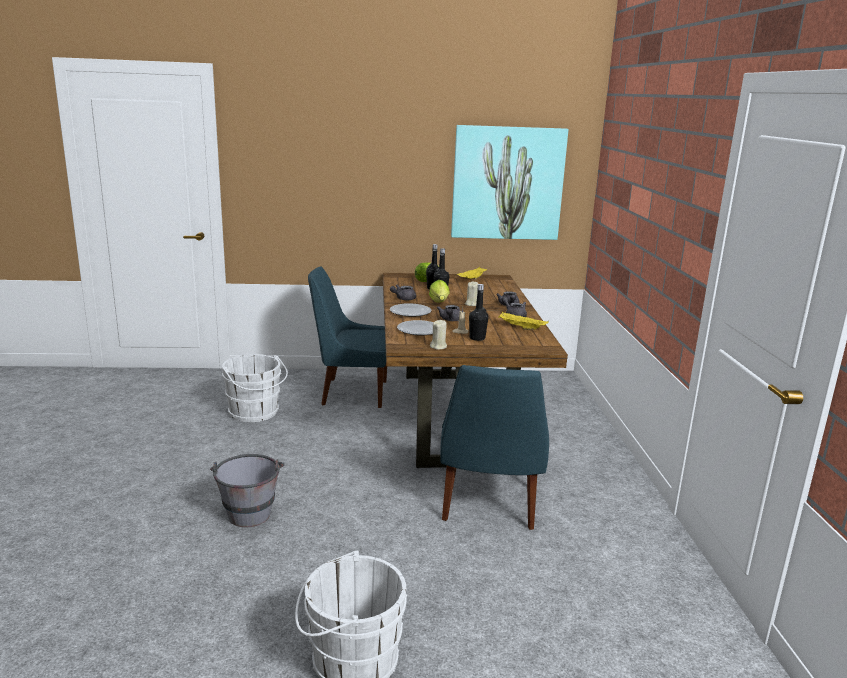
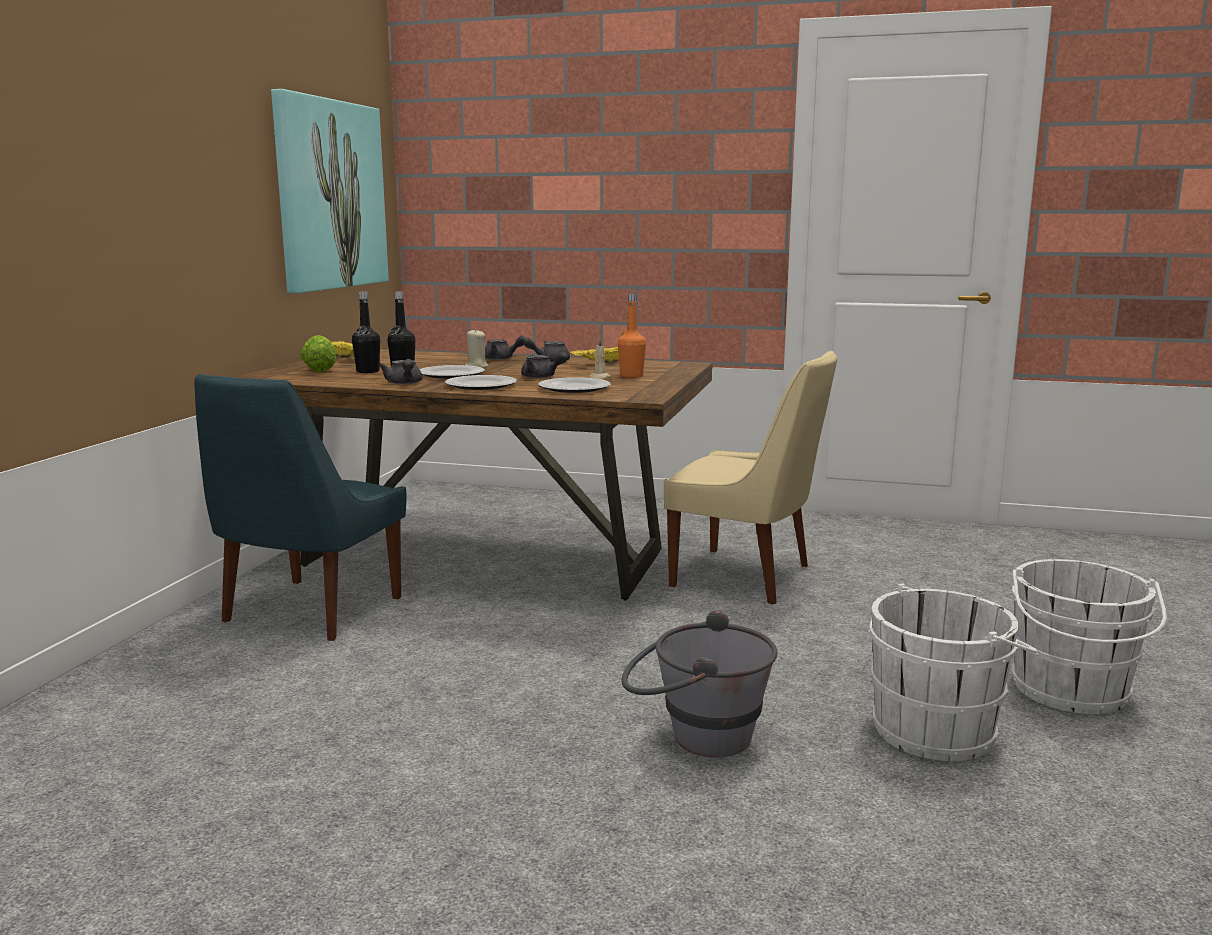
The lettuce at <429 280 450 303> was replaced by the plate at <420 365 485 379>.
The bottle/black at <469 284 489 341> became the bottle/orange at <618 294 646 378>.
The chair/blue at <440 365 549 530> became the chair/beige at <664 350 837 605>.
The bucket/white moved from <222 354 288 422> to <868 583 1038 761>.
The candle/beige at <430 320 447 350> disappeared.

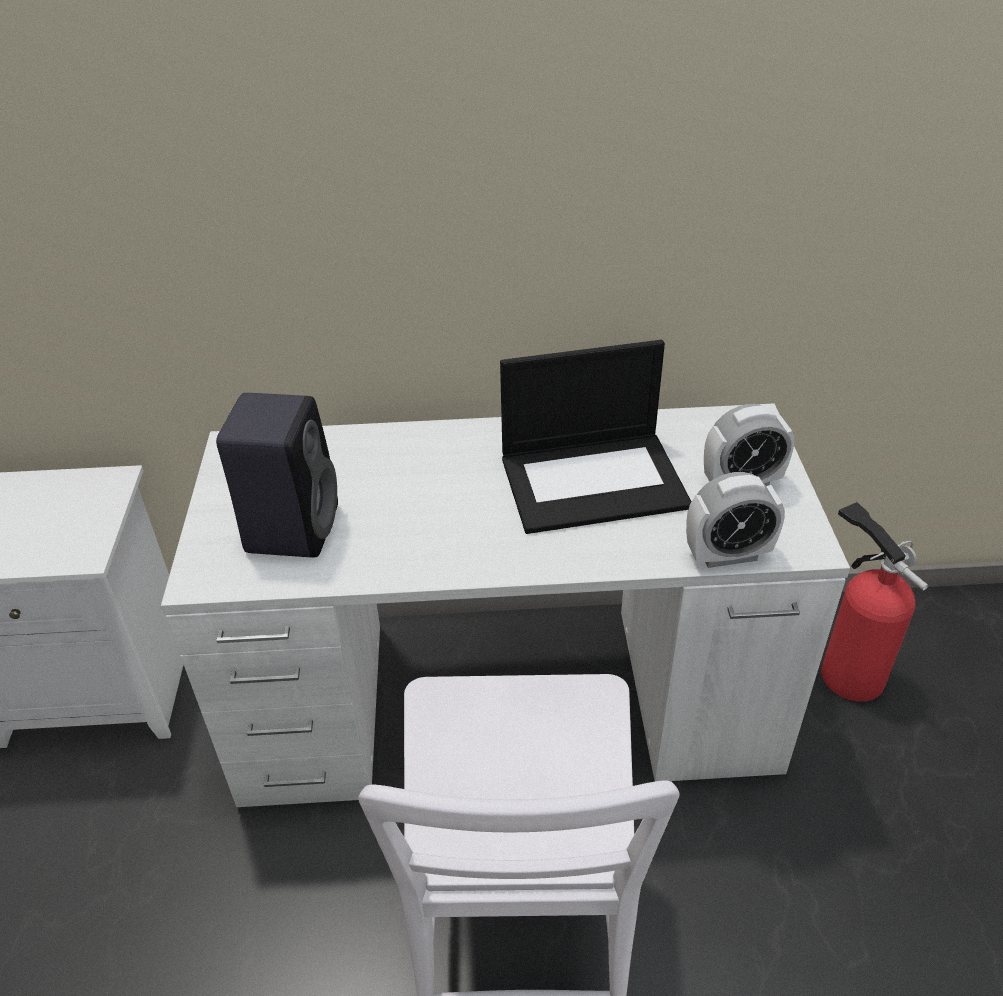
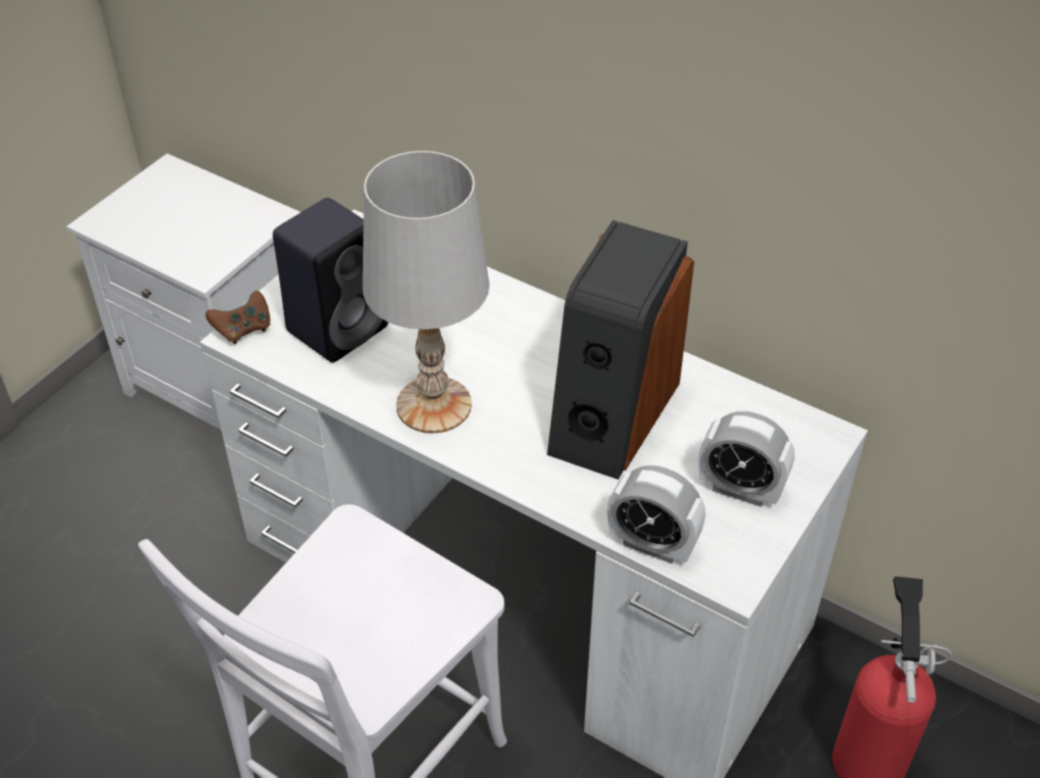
The game controller/brown at <205 291 270 344> appeared.
The table lamp/white at <363 151 490 433> appeared.
The laptop at <500 340 692 534> was replaced by the speaker at <547 220 694 480>.

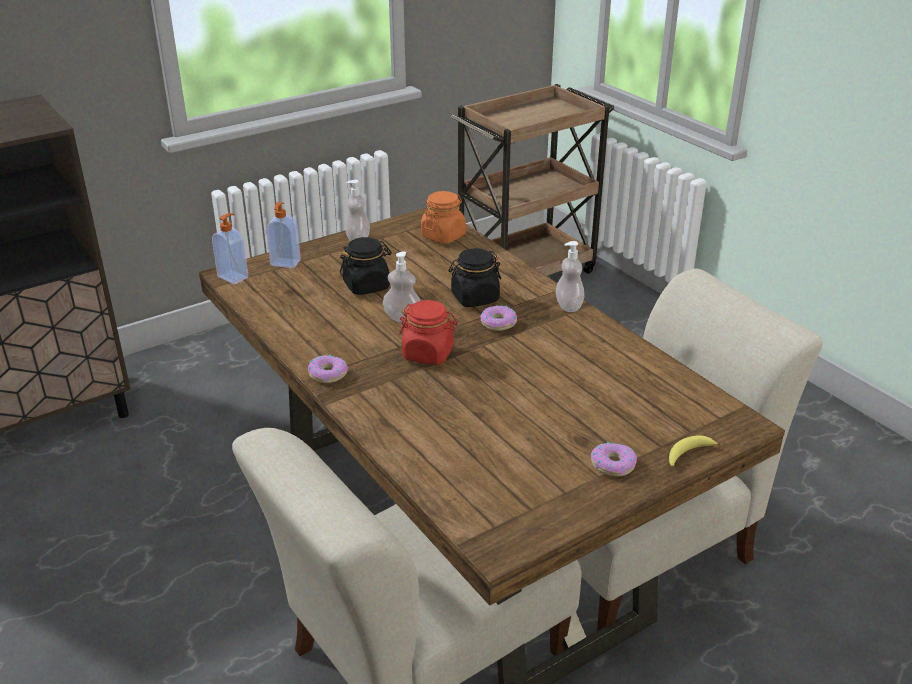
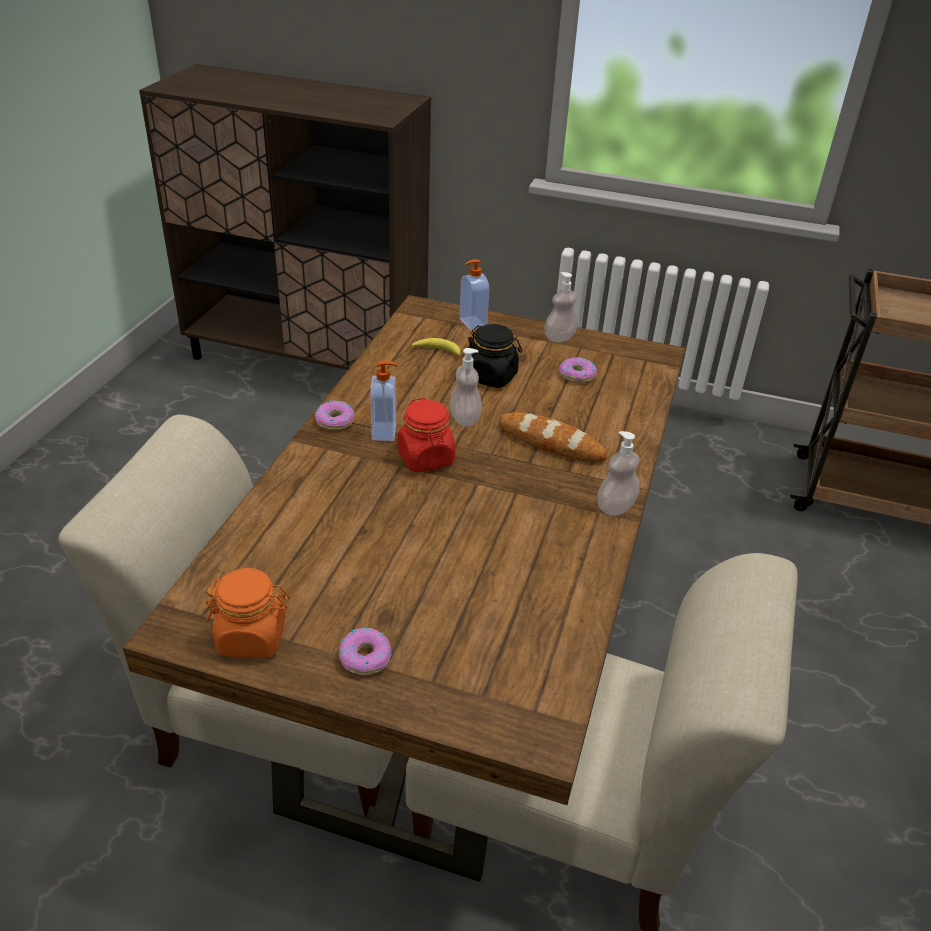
The jar/orange moved from <421 191 466 244> to <206 568 290 658>.
The soap dispenser moved from <212 213 248 284> to <370 360 398 441>.
The banana moved from <669 435 721 467> to <412 338 461 357>.
The jar/black at <448 248 501 307> was replaced by the bread at <498 412 608 462>.
The donut moved from <480 305 517 331> to <560 357 597 383>.

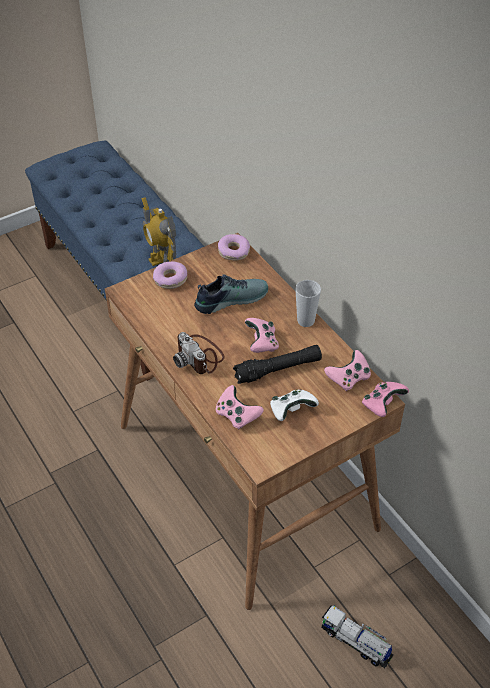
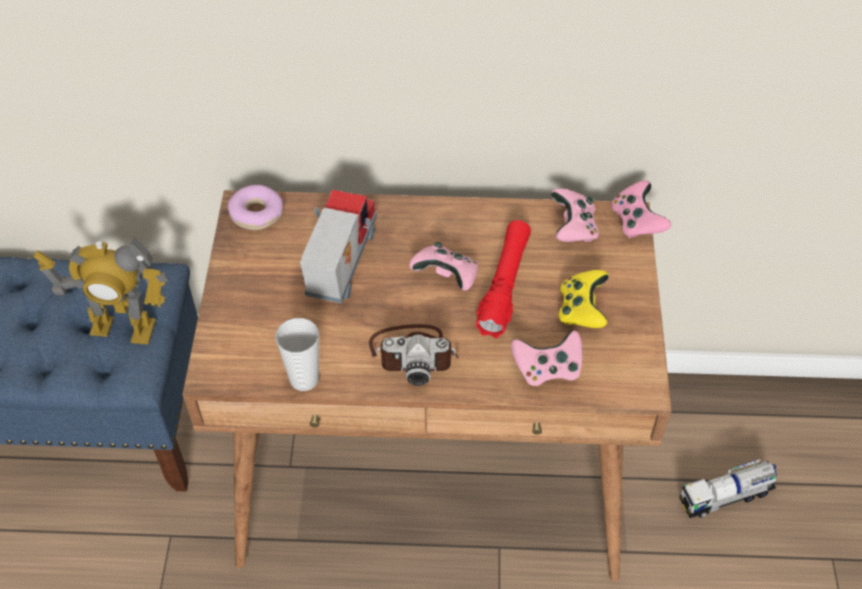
The cup moved from <295 280 321 327> to <275 318 319 391>.
The shoe at <194 274 268 314> was replaced by the toy truck at <300 189 377 304>.
The flashlight/black at <233 345 322 384> became the flashlight/red at <475 220 531 338>.
The game controller/white at <270 389 319 421> became the game controller/yellow at <559 270 609 328>.
The donut at <153 262 187 289> disappeared.

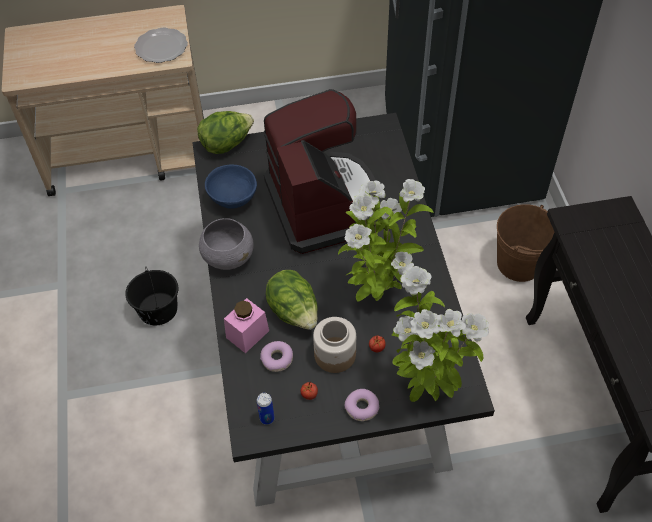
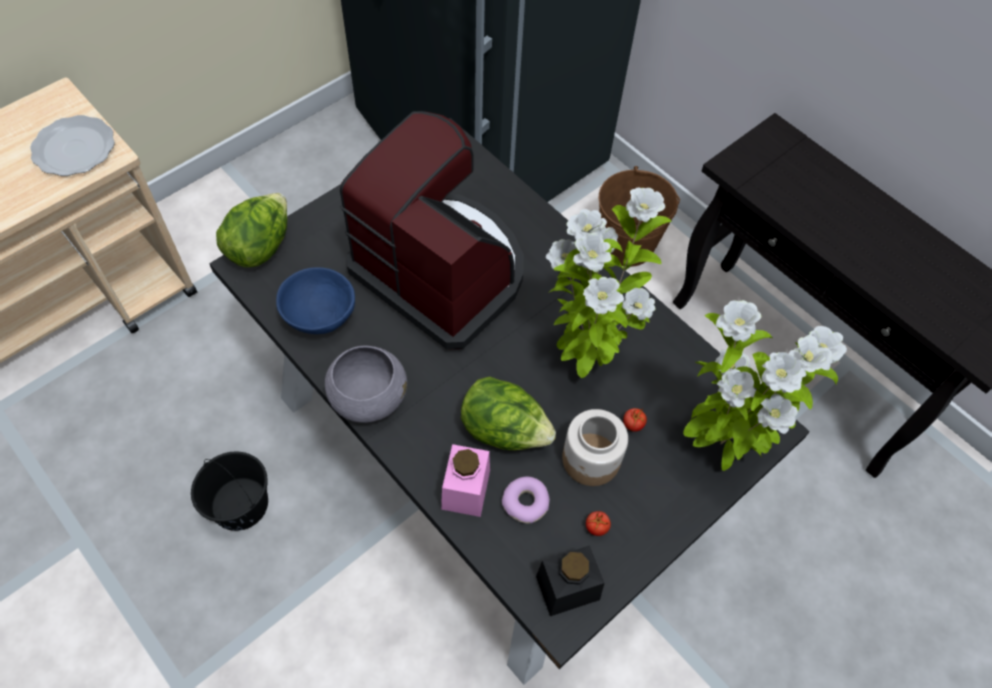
The can at <257 393 275 425> was replaced by the jar/black at <536 545 604 616>.
The donut at <345 389 379 421> disappeared.

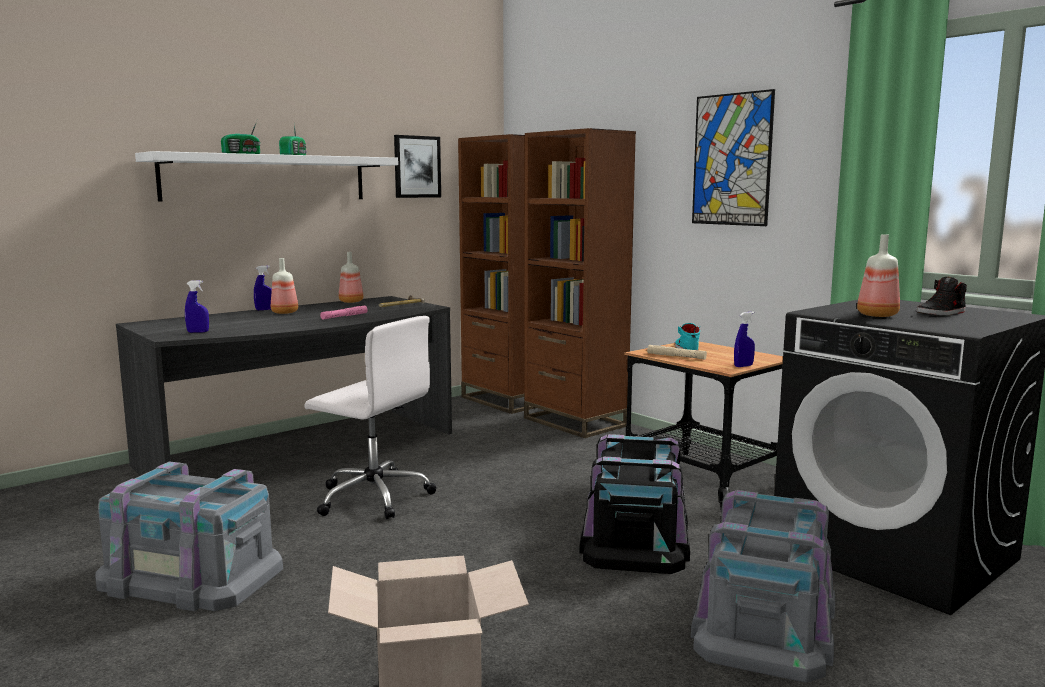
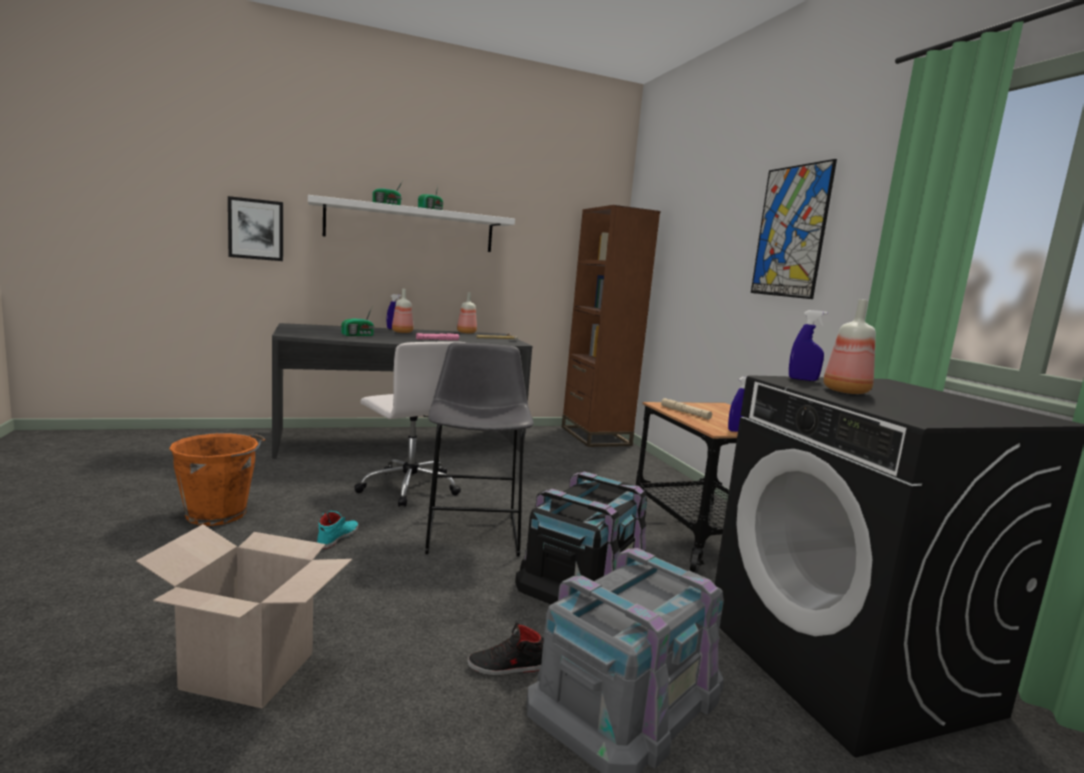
The storage box/grey at <95 461 283 611> was replaced by the bucket/orange at <169 433 266 526>.
The picture moved from <394 135 441 198> to <228 196 283 261>.
The shoe/turquoise moved from <675 323 700 350> to <317 511 359 549>.
The radio at <342 307 374 336> appeared.
The stool/grey at <425 342 534 557> appeared.
The shoe/black moved from <916 277 967 316> to <467 622 544 676>.
The spray bottle/blue moved from <185 280 209 333> to <789 310 827 381>.
The bookcase/brown at <524 128 636 438> disappeared.

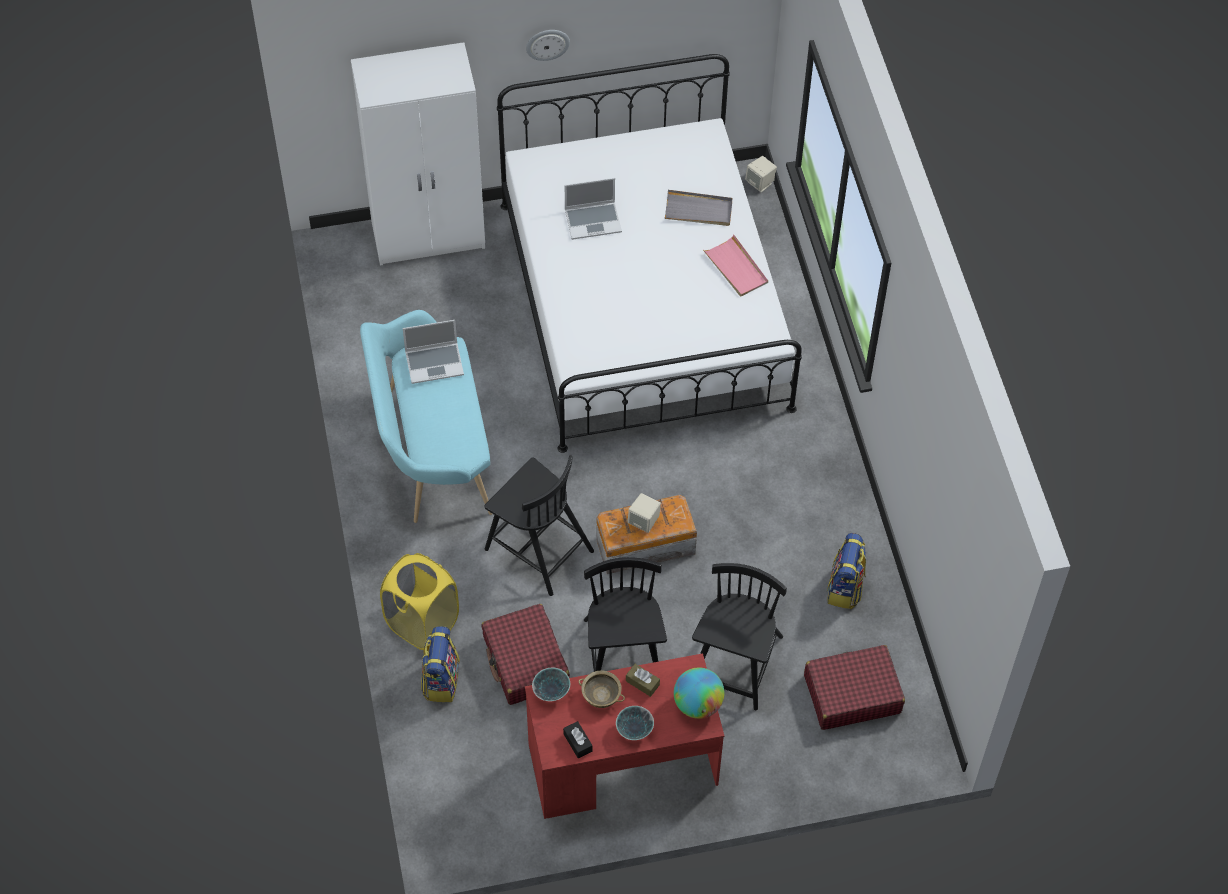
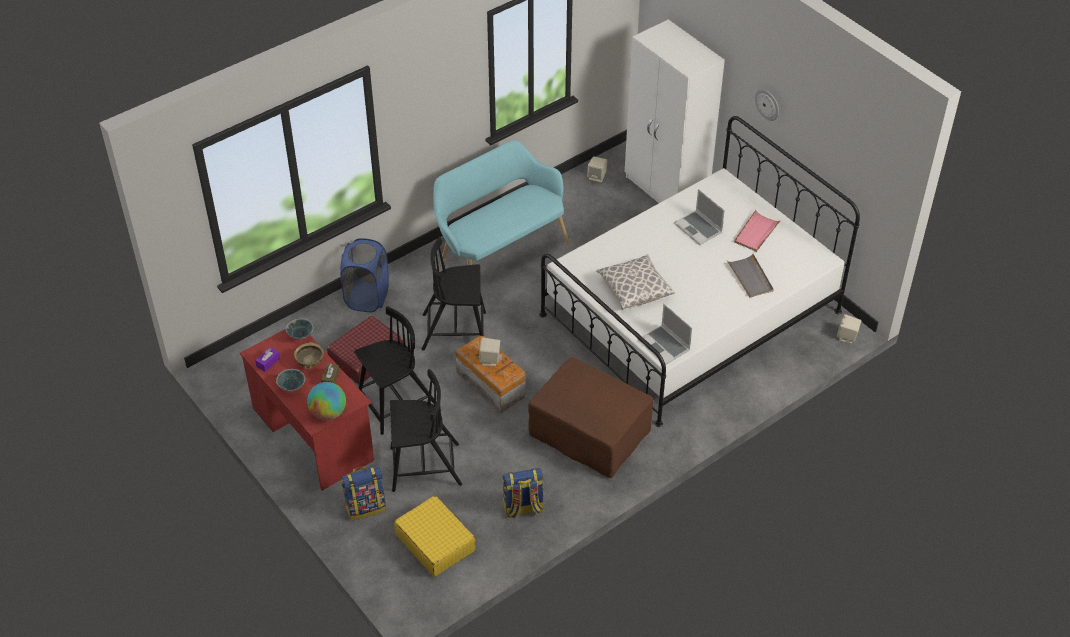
The tissue box/black at <563 721 593 758> became the tissue box/purple at <255 347 280 372>.
The laundry basket/yellow at <380 553 459 650> became the laundry basket/blue at <340 238 389 312>.
The backpack moved from <421 626 460 702> to <342 466 386 521>.
The suitcase/red at <804 645 905 730> became the suitcase/yellow at <394 496 476 577>.
The chair/black at <484 455 594 596> turned 75 degrees clockwise.
The ottoman/brown at <528 357 653 478> appeared.
The speaker/beige at <587 156 607 182> appeared.
The pillow at <596 254 675 310> appeared.
The laptop moved from <403 320 464 384> to <638 304 692 365>.
The tray/pink moved from <703 234 768 297> to <734 210 781 252>.

